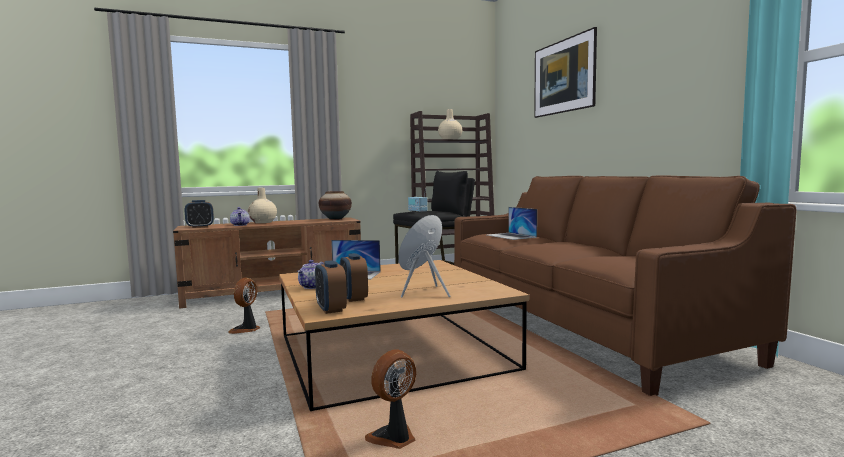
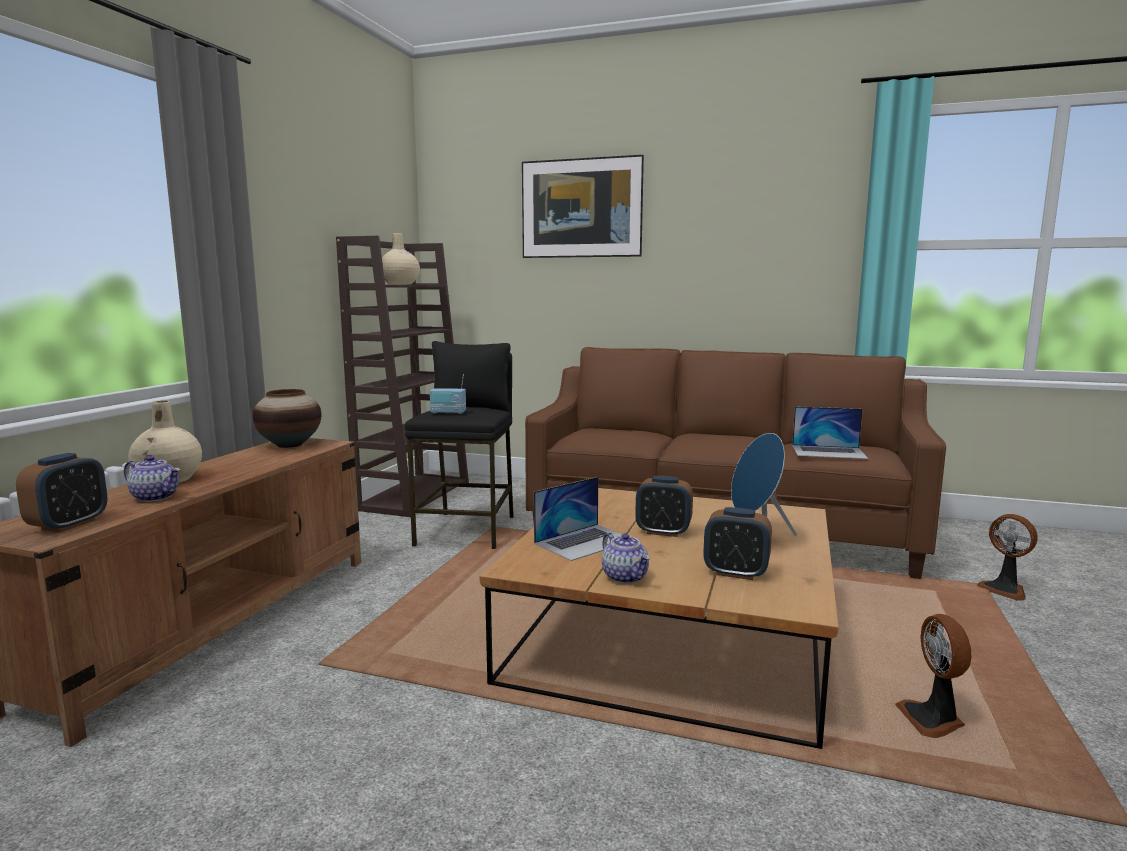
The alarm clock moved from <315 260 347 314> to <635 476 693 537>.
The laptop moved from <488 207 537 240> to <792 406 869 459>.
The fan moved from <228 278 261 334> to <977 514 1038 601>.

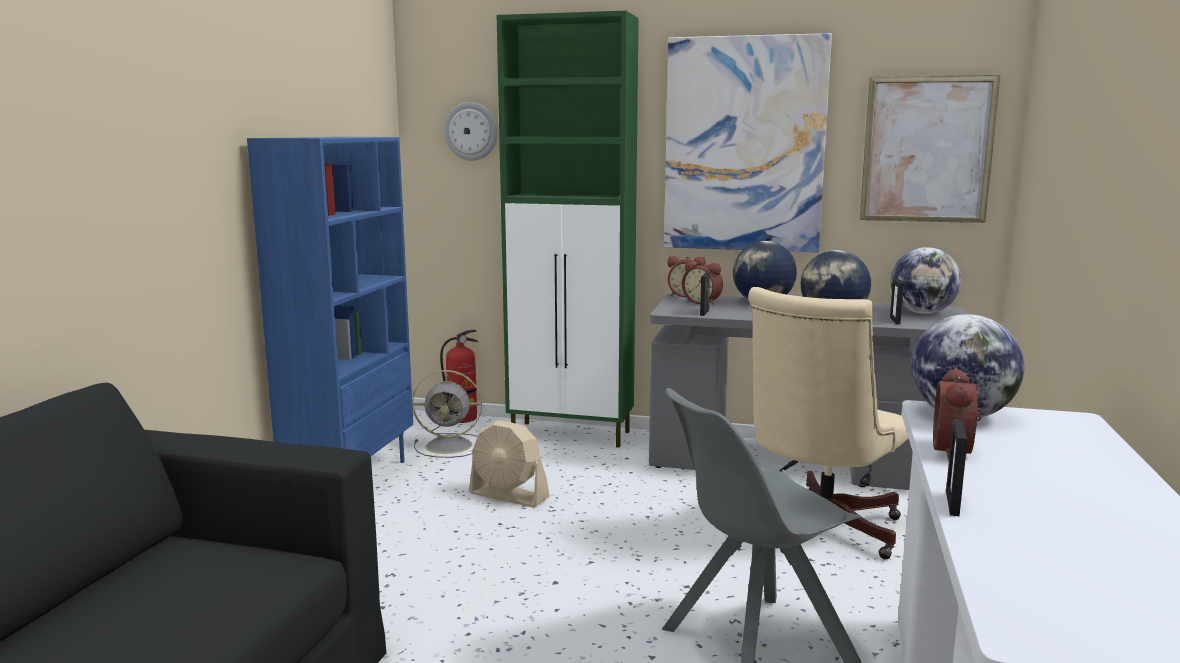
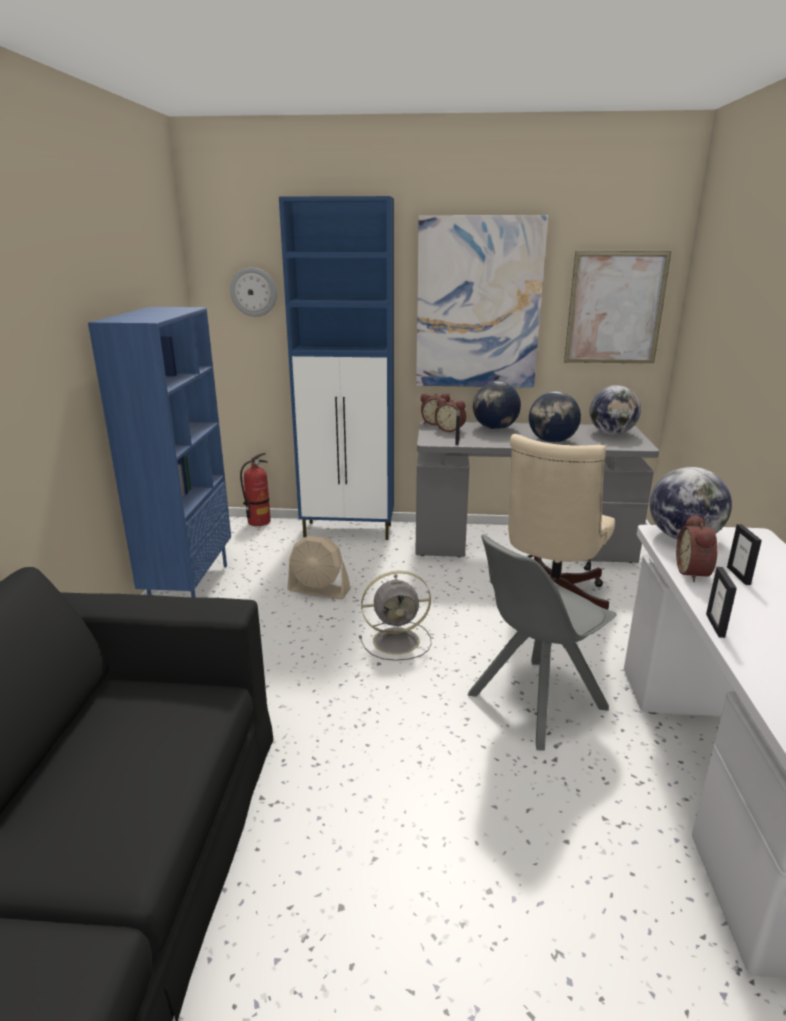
The cabinet/green at <497 11 639 448> became the cabinet/blue at <279 196 394 540>.
The fan/grey moved from <412 370 482 458> to <359 571 432 661>.
The picture frame moved from <890 278 904 324> to <727 524 762 585>.

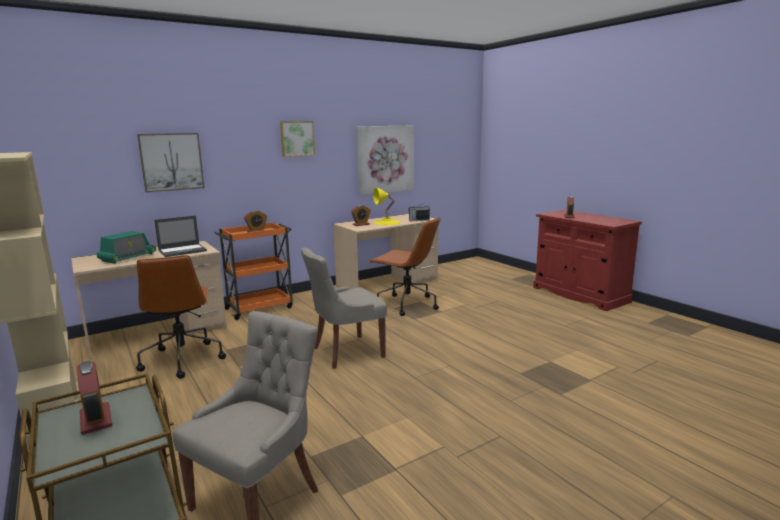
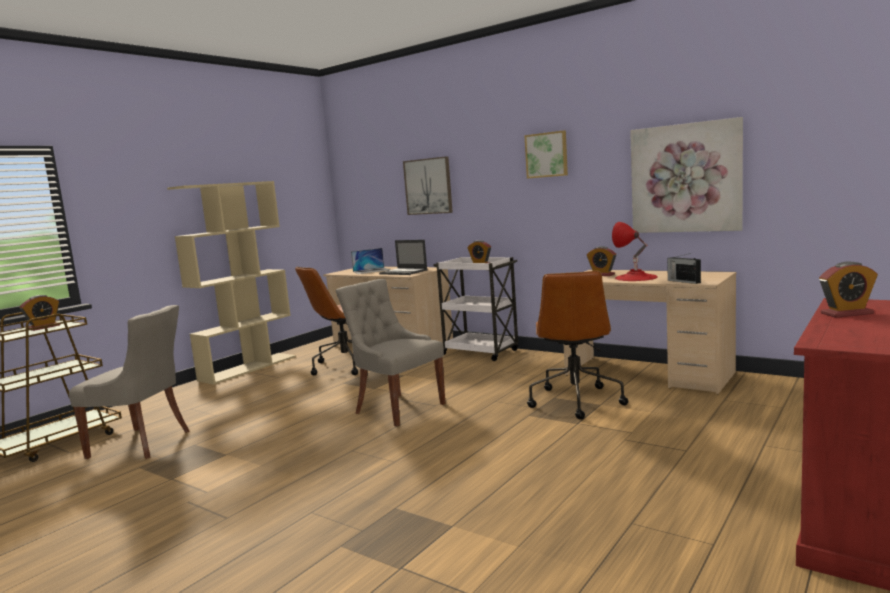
The radio at <97 231 156 264> was replaced by the laptop at <351 248 390 274>.
The cart/orange at <214 222 293 320> became the cart/white at <433 257 519 361>.
The table lamp/yellow at <373 188 400 225> became the table lamp/red at <612 222 658 281>.

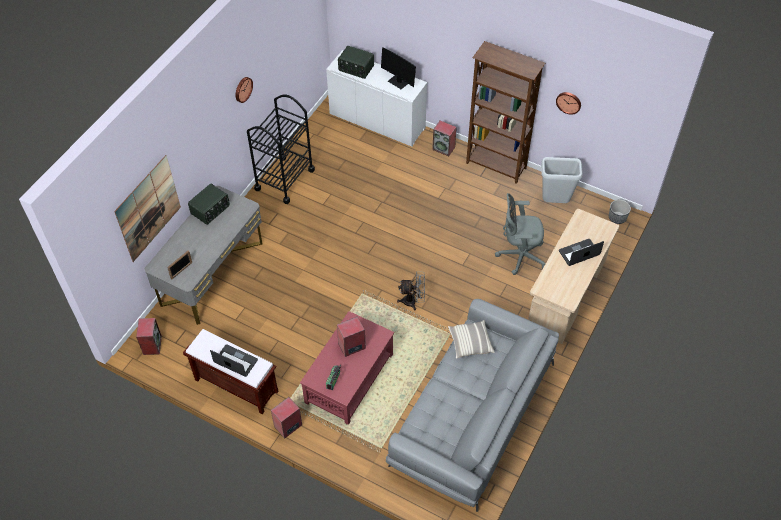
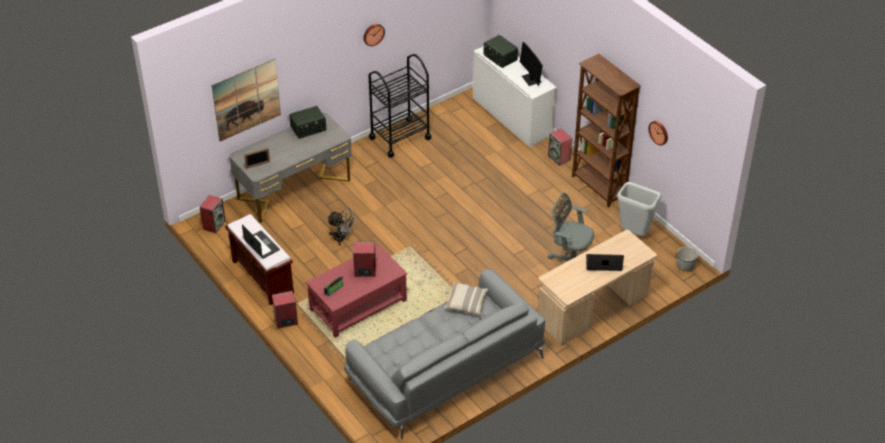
The fan/grey moved from <397 271 425 310> to <327 208 357 245>.

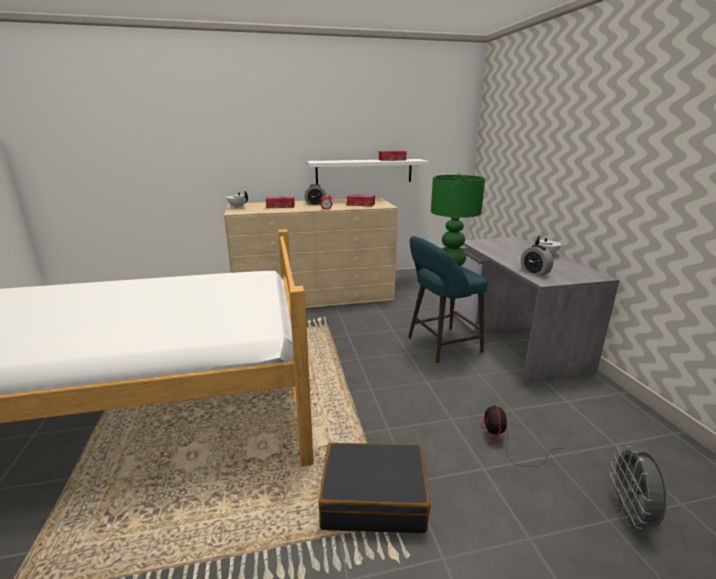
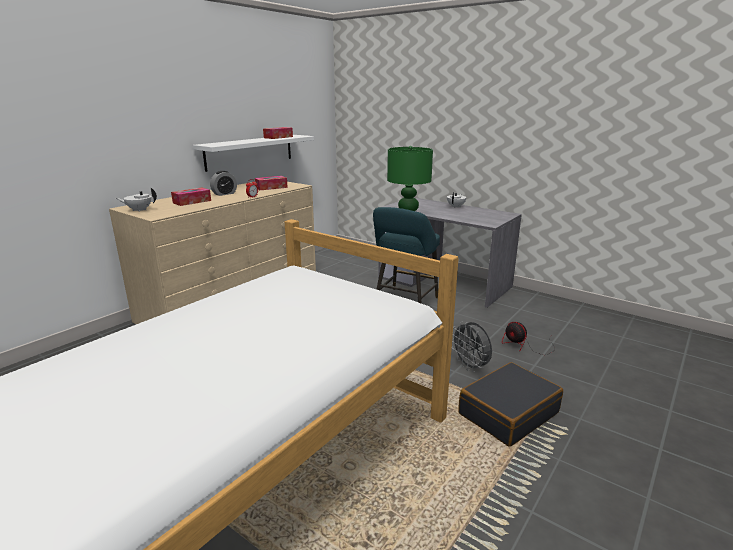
The fan/grey moved from <610 446 667 529> to <452 321 492 372>.
The alarm clock at <521 245 554 276> disappeared.

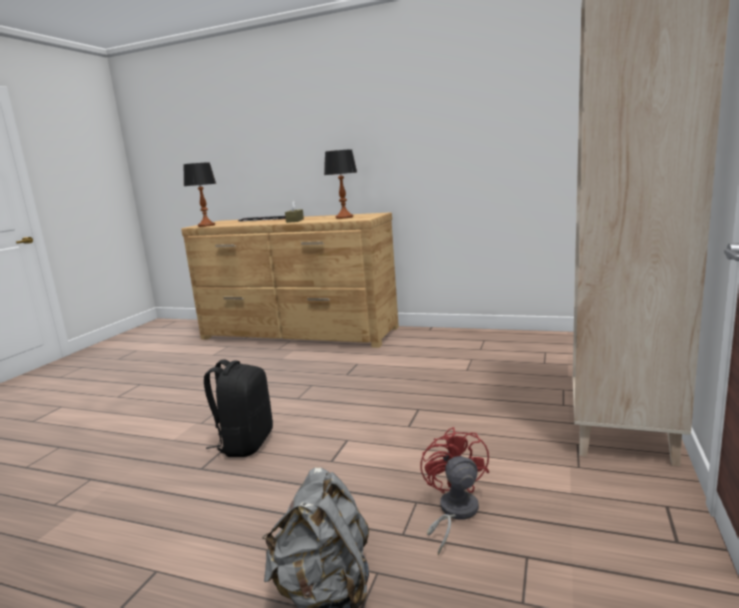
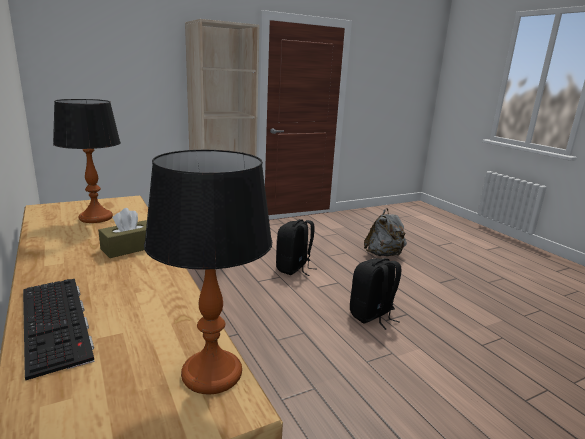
The backpack/black at <276 219 317 276> appeared.
The fan/red at <420 427 489 556> disappeared.

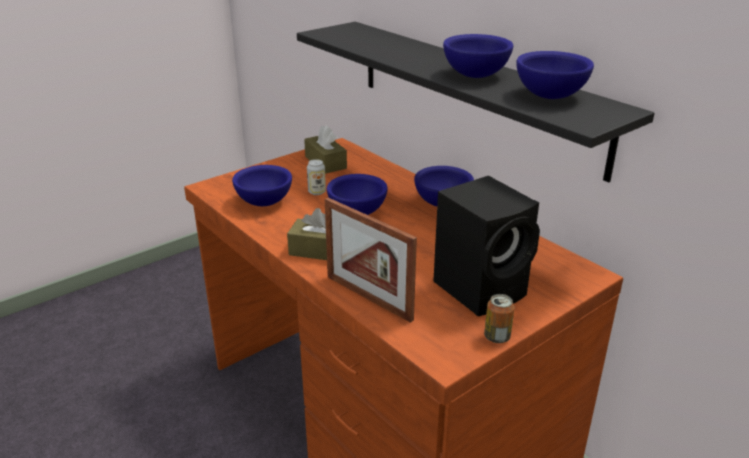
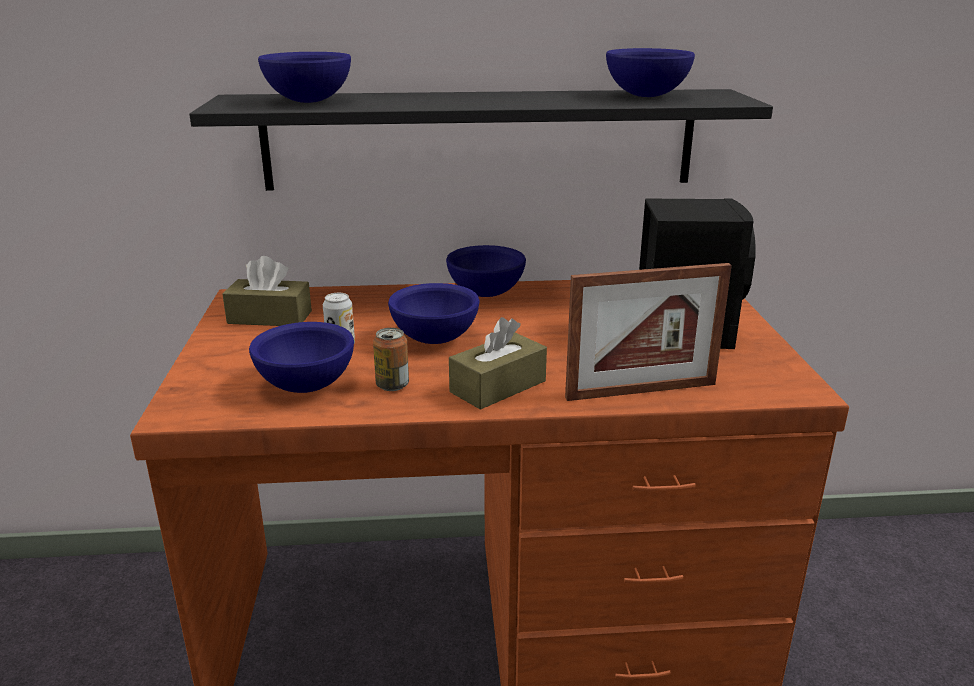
The bowl/blue moved from <443 34 513 78> to <258 52 351 103>.
The can moved from <484 294 515 343> to <373 328 409 391>.

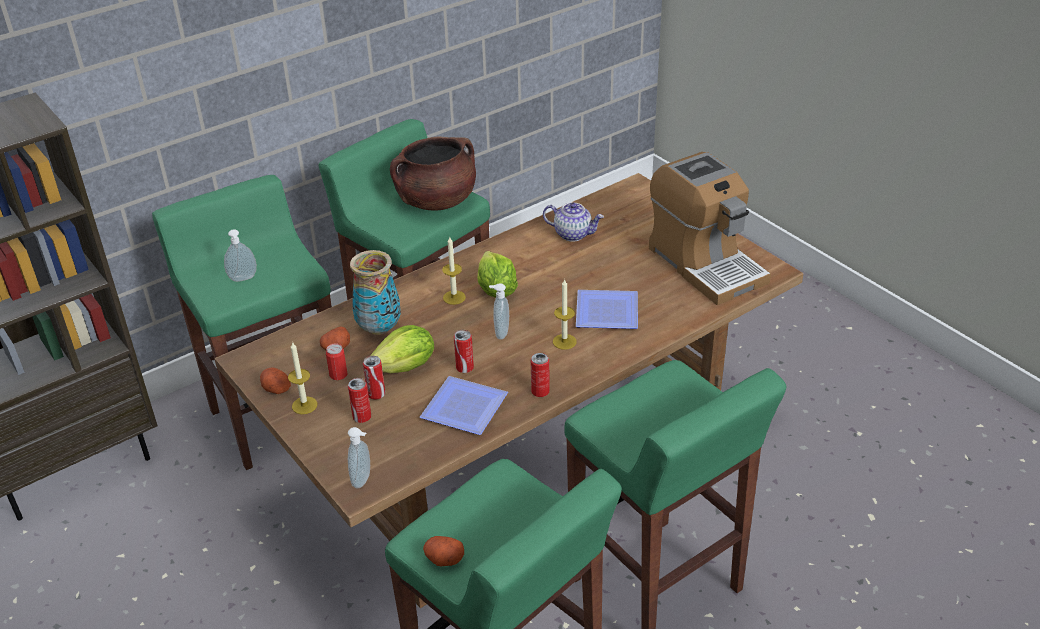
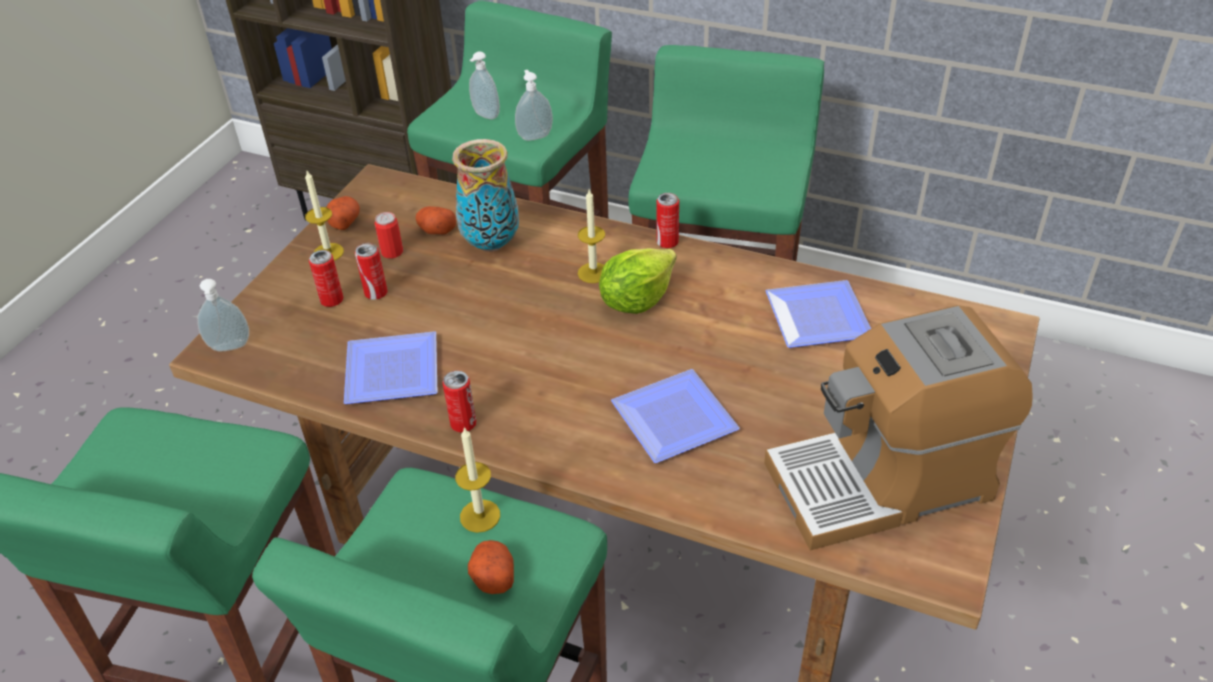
The candle moved from <553 279 577 350> to <455 427 500 533>.
The potato moved from <423 536 464 567> to <468 540 514 594>.
The soap dispenser moved from <489 283 509 340> to <515 70 553 141>.
The can moved from <454 330 474 373> to <657 193 679 248>.
The coffee machine at <649 152 771 305> turned 45 degrees clockwise.
The teapot at <543 202 604 241> was replaced by the plate at <765 280 871 348>.
The lettuce at <370 325 434 373> disappeared.
The cooking pot/brown at <390 137 476 211> disappeared.

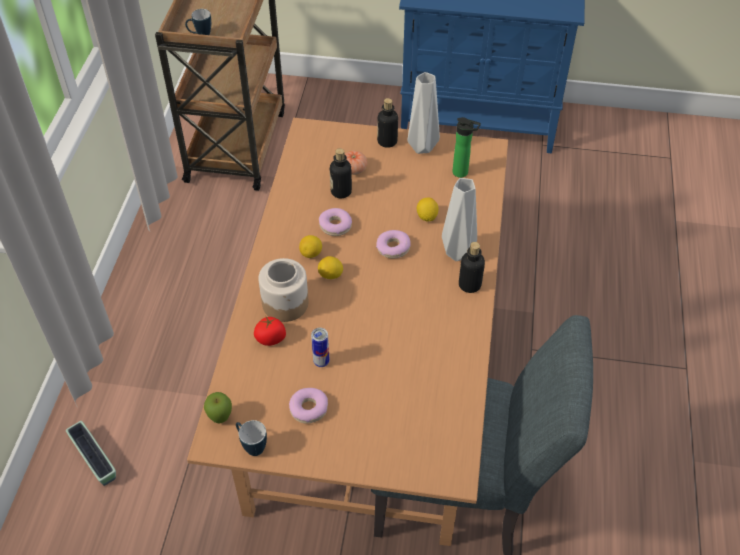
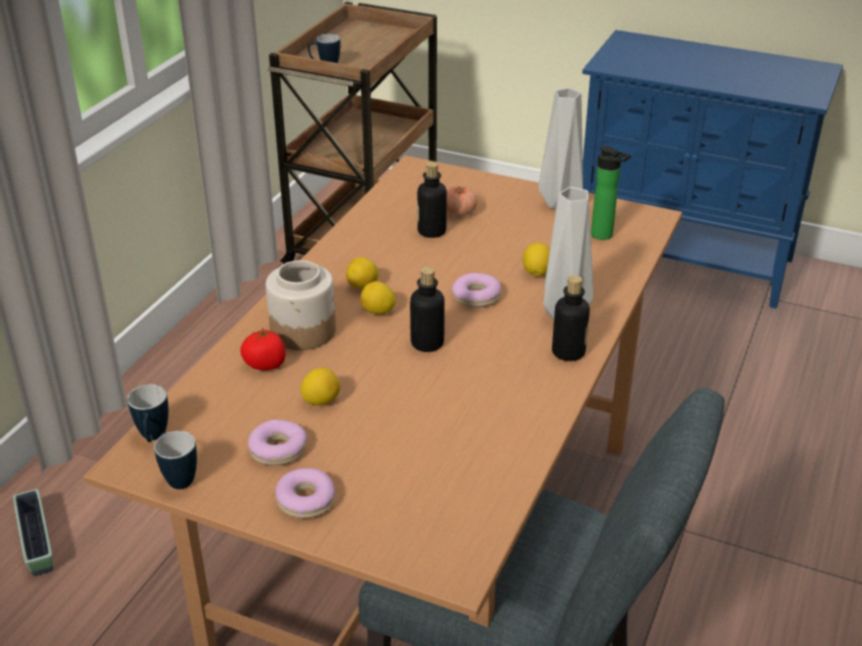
The apple at <204 392 232 423> was replaced by the mug at <127 384 168 442>.
The donut moved from <319 208 352 236> to <275 468 335 518>.
The can at <311 328 330 367> was replaced by the lemon at <301 368 340 406>.
The bottle moved from <377 98 398 148> to <410 267 445 352>.

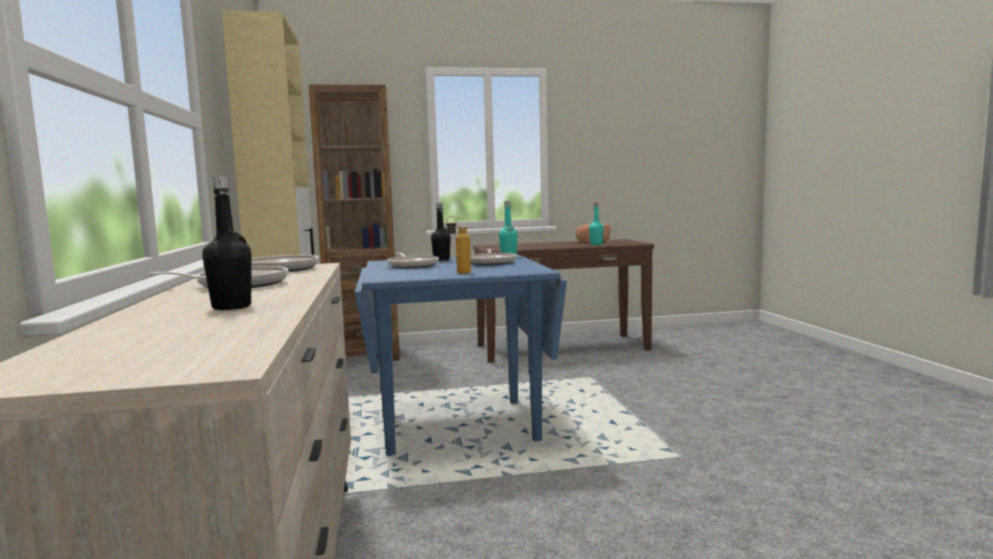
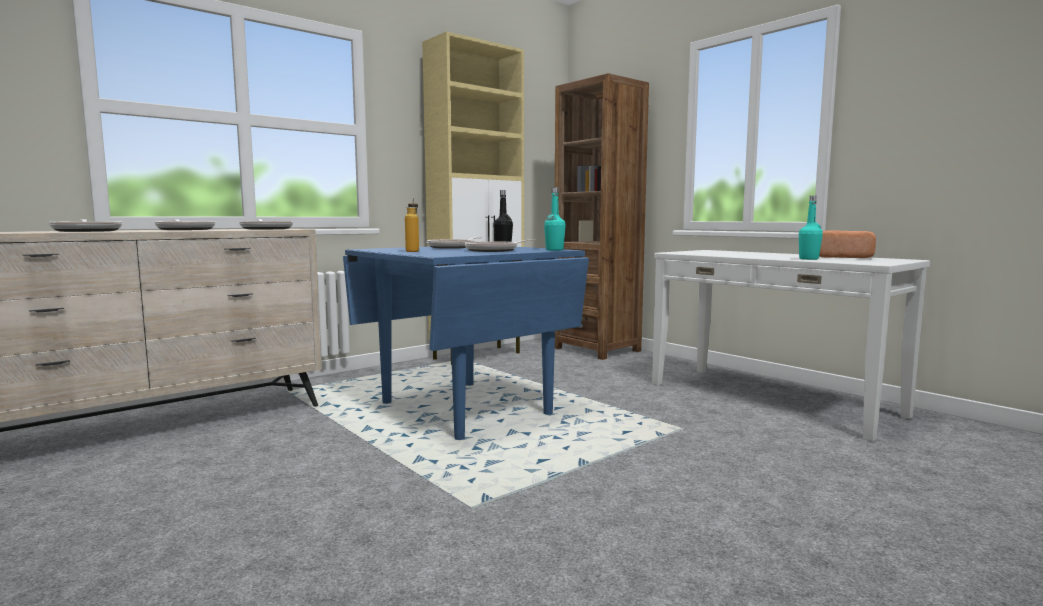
The bottle/black at <202 177 252 310> was replaced by the frying pan at <49 220 122 232>.
The console table/brown at <473 239 654 363> became the console table/white at <652 250 930 441>.

